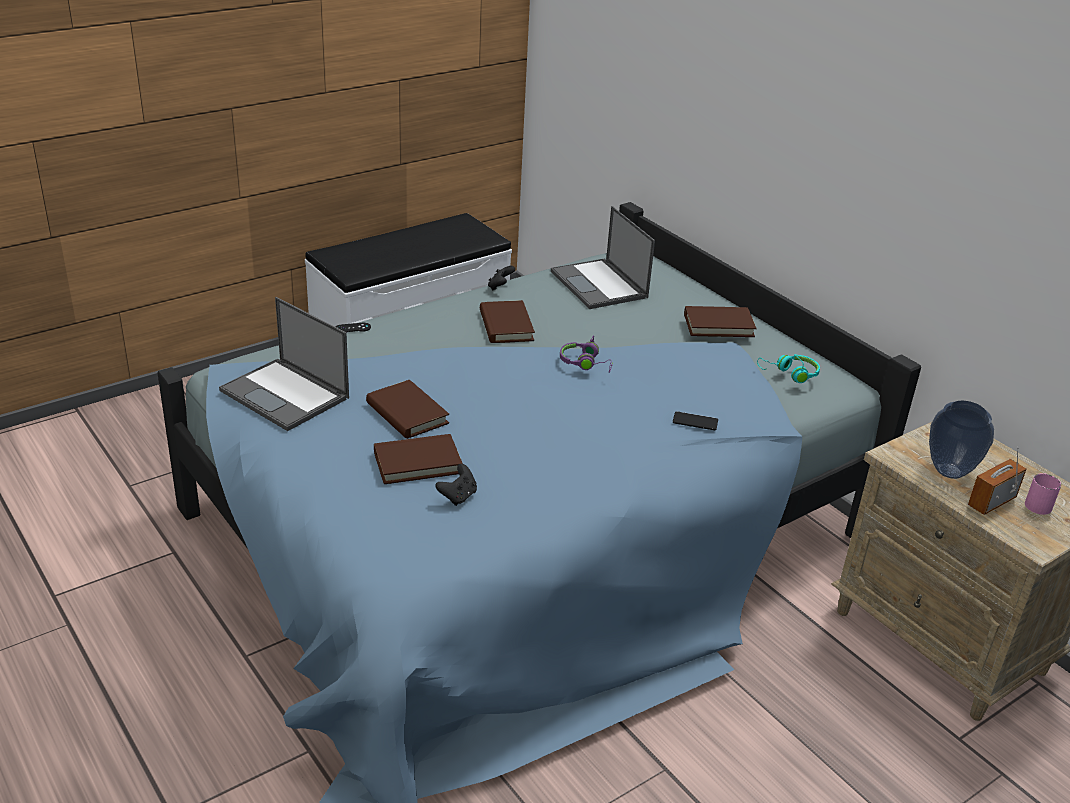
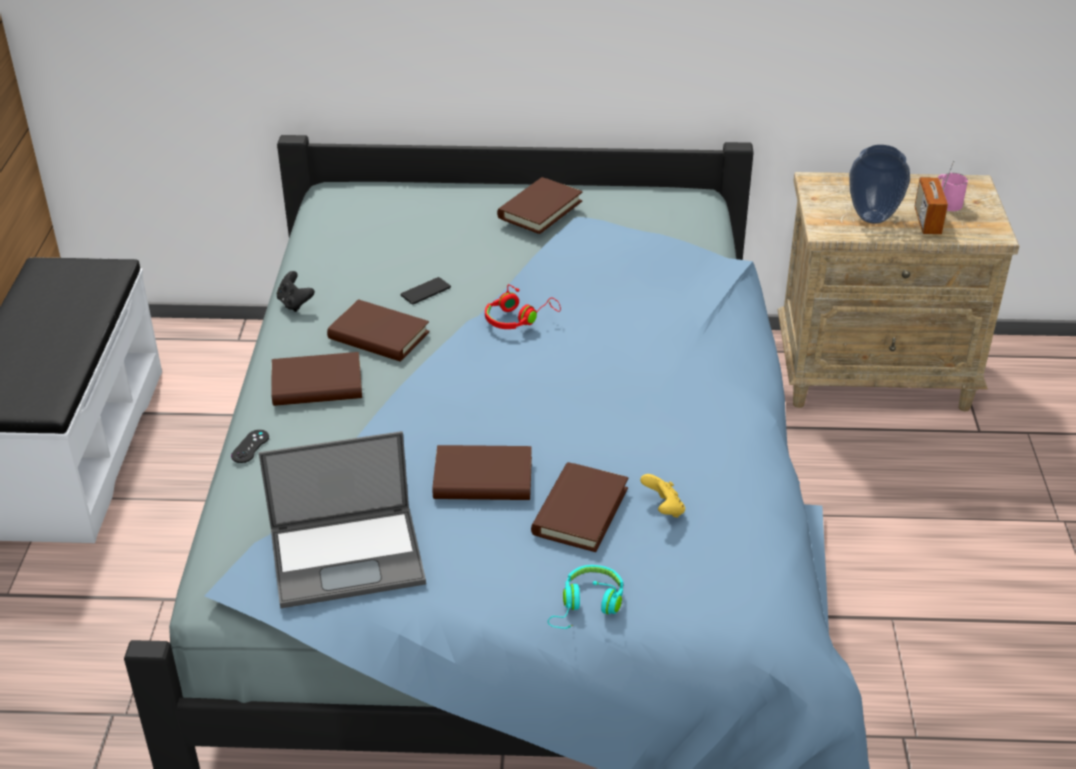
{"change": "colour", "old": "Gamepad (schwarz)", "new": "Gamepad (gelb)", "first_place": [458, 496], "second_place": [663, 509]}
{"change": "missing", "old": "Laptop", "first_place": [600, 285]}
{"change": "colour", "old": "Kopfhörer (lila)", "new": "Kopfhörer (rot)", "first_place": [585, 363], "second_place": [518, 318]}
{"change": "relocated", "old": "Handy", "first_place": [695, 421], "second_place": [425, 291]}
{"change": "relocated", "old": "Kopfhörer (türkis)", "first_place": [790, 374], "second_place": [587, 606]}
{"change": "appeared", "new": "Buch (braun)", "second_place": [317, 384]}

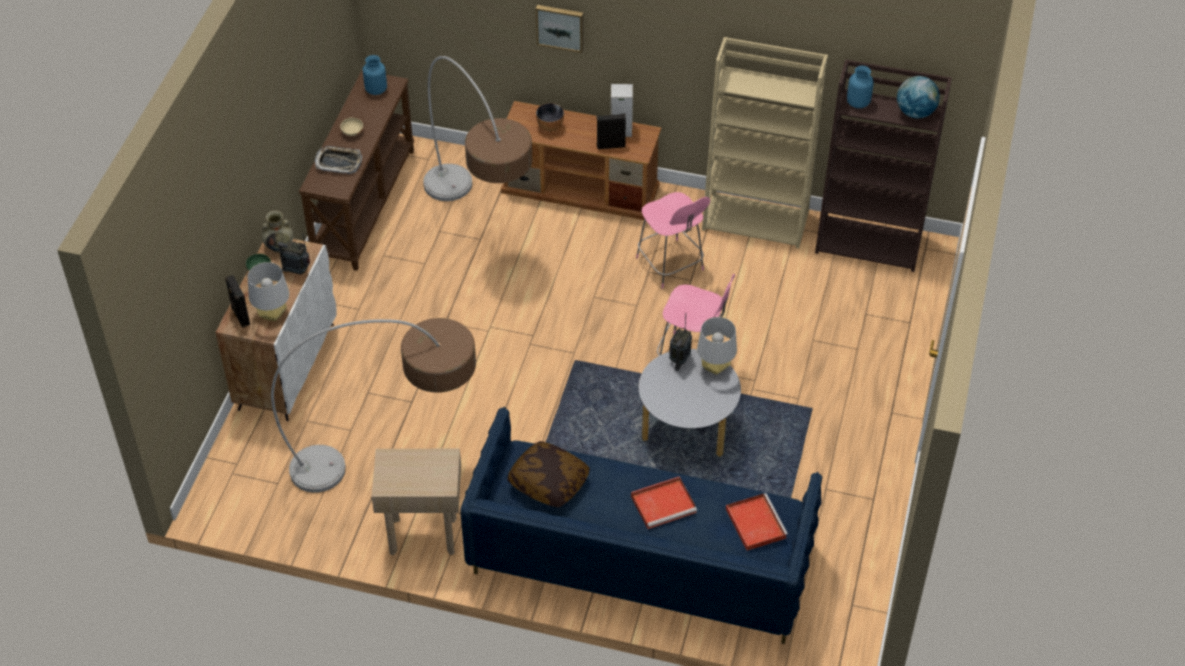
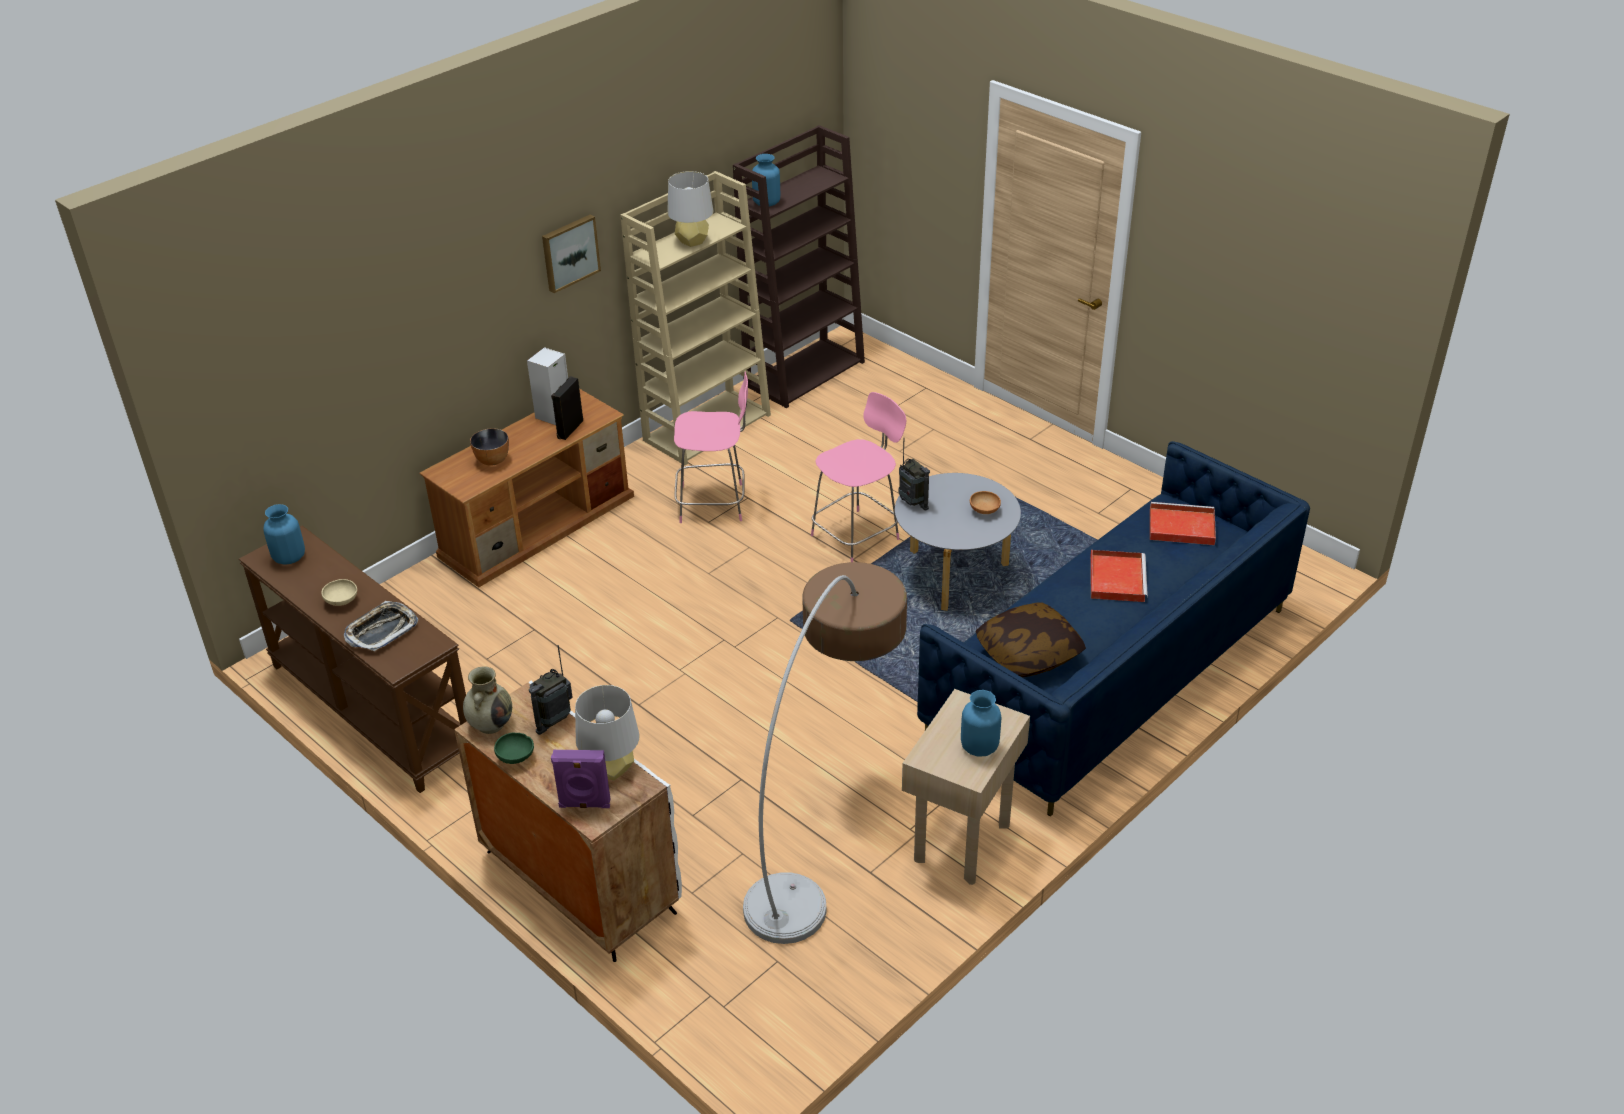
{"change": "colour", "old": "Lautsprecher (schwarz)", "new": "Lautsprecher (lila)", "first_place": [240, 316], "second_place": [584, 804]}
{"change": "missing", "old": "Stehlampe", "first_place": [480, 225]}
{"change": "relocated", "old": "Bild", "first_place": [560, 27], "second_place": [569, 252]}
{"change": "relocated", "old": "Tischlampe (grau)", "first_place": [715, 367], "second_place": [692, 241]}
{"change": "missing", "old": "Globus", "first_place": [915, 112]}
{"change": "appeared", "new": "Vase (blau)", "second_place": [979, 746]}
{"change": "appeared", "new": "Schüssel (braun)", "second_place": [984, 511]}

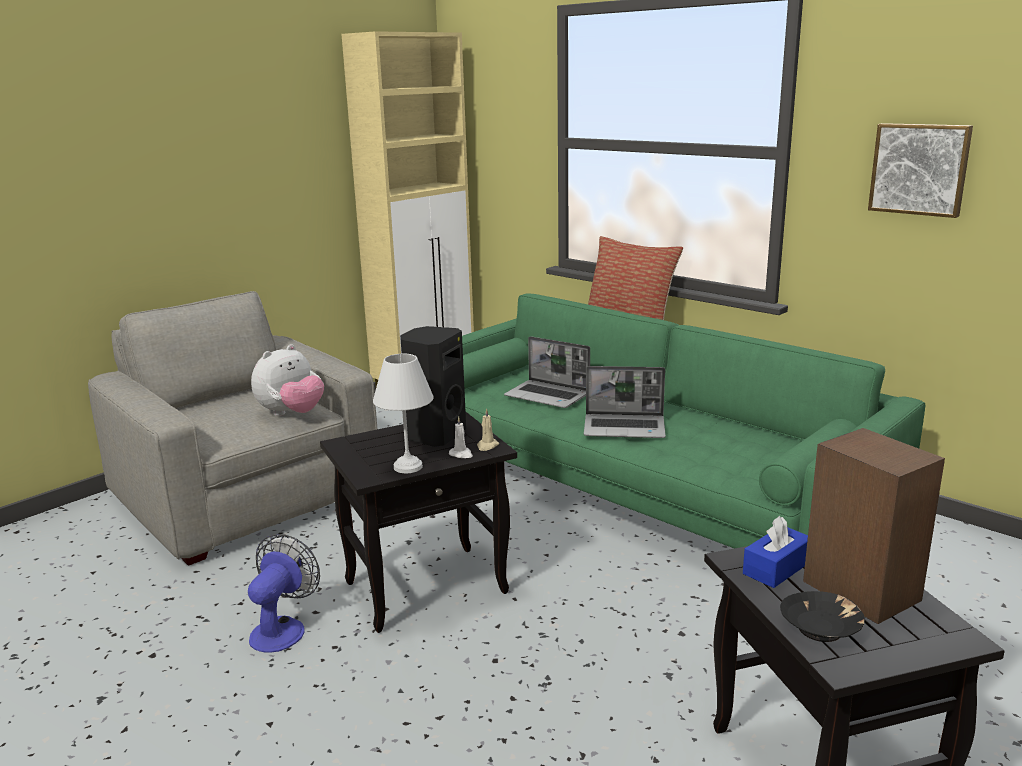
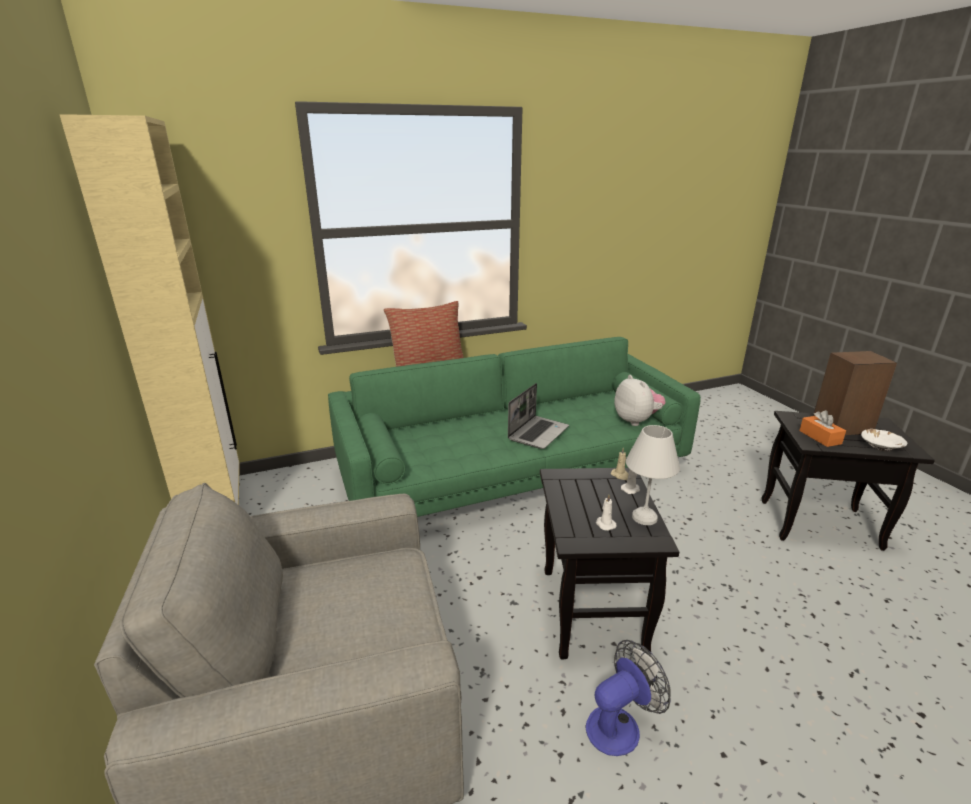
{"change": "spun", "old": "Ventilator", "first_place": [282, 628], "second_place": [620, 724], "degrees": 105}
{"change": "relocated", "old": "Plüschtier", "first_place": [291, 414], "second_place": [636, 421]}
{"change": "missing", "old": "Lautsprecher (schwarz)", "first_place": [434, 435]}
{"change": "missing", "old": "Laptop", "first_place": [548, 396]}
{"change": "colour", "old": "Taschentuchbox (blau)", "new": "Taschentuchbox (orange)", "first_place": [776, 568], "second_place": [820, 437]}
{"change": "colour", "old": "Schüssel (schwarz)", "new": "Schüssel (weiß)", "first_place": [820, 629], "second_place": [881, 446]}
{"change": "missing", "old": "Bild", "first_place": [919, 169]}
{"change": "appeared", "new": "Kerze (weiß)", "second_place": [605, 524]}

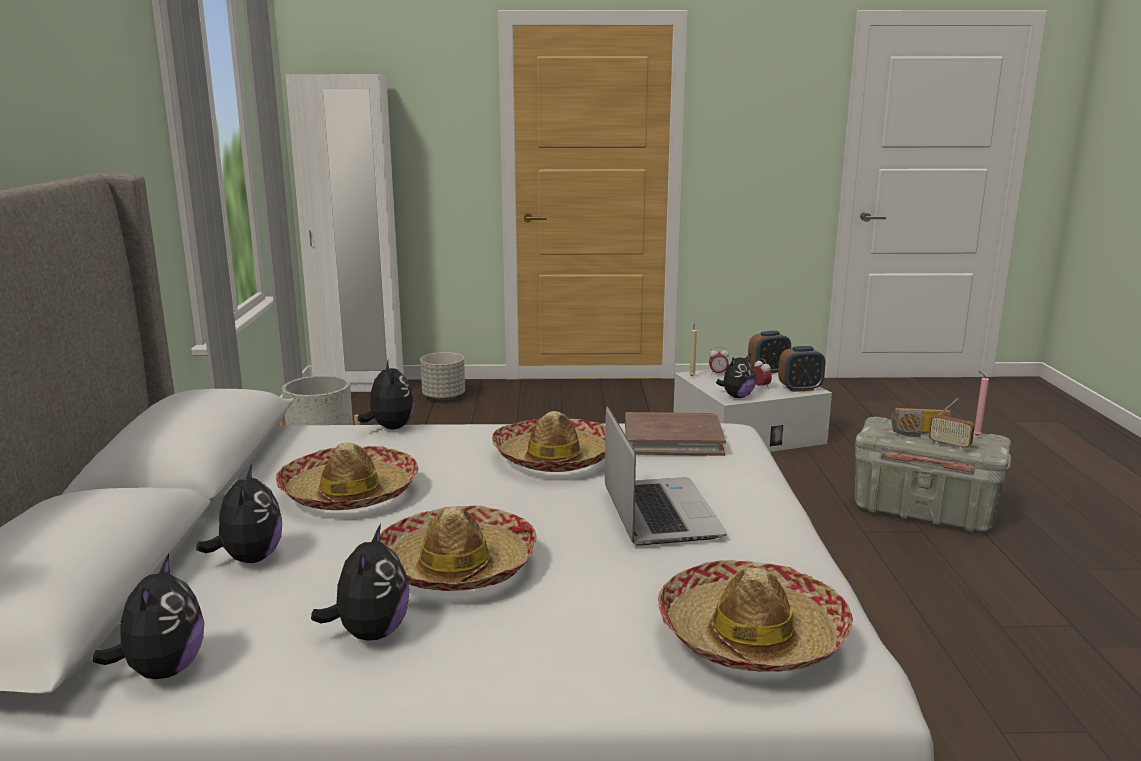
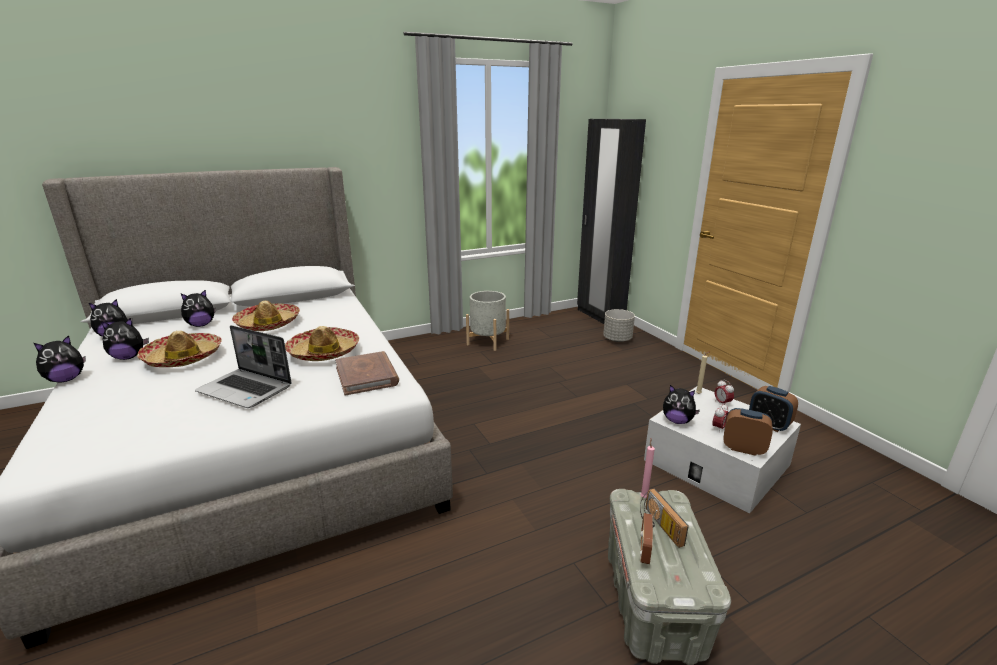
{"change": "colour", "old": "Kleiderschrank (weiß)", "new": "Kleiderschrank (schwarz)", "first_place": [359, 387], "second_place": [600, 316]}
{"change": "relocated", "old": "Plüschtier", "first_place": [389, 428], "second_place": [66, 379]}
{"change": "spun", "old": "Laptop", "first_place": [658, 513], "second_place": [246, 389], "degrees": 60}
{"change": "missing", "old": "Hut", "first_place": [750, 635]}
{"change": "spun", "old": "Wecker", "first_place": [800, 388], "second_place": [743, 448], "degrees": 150}
{"change": "relocated", "old": "Kerze (rosa)", "first_place": [975, 435], "second_place": [644, 497]}

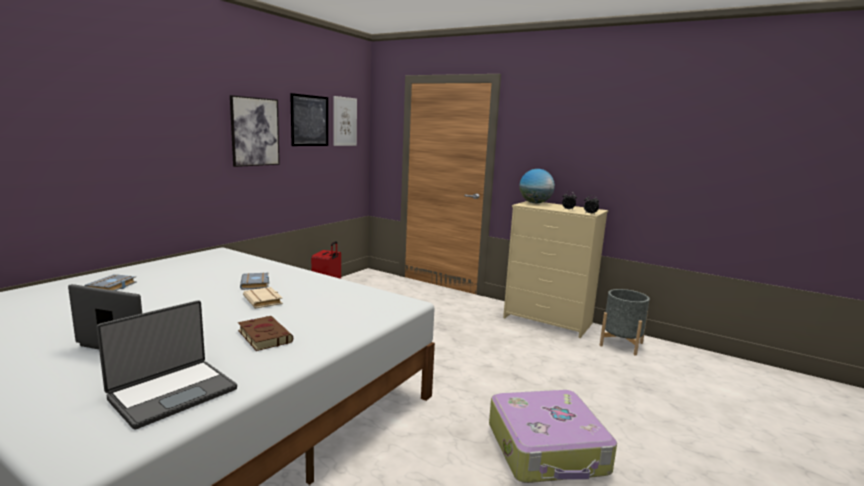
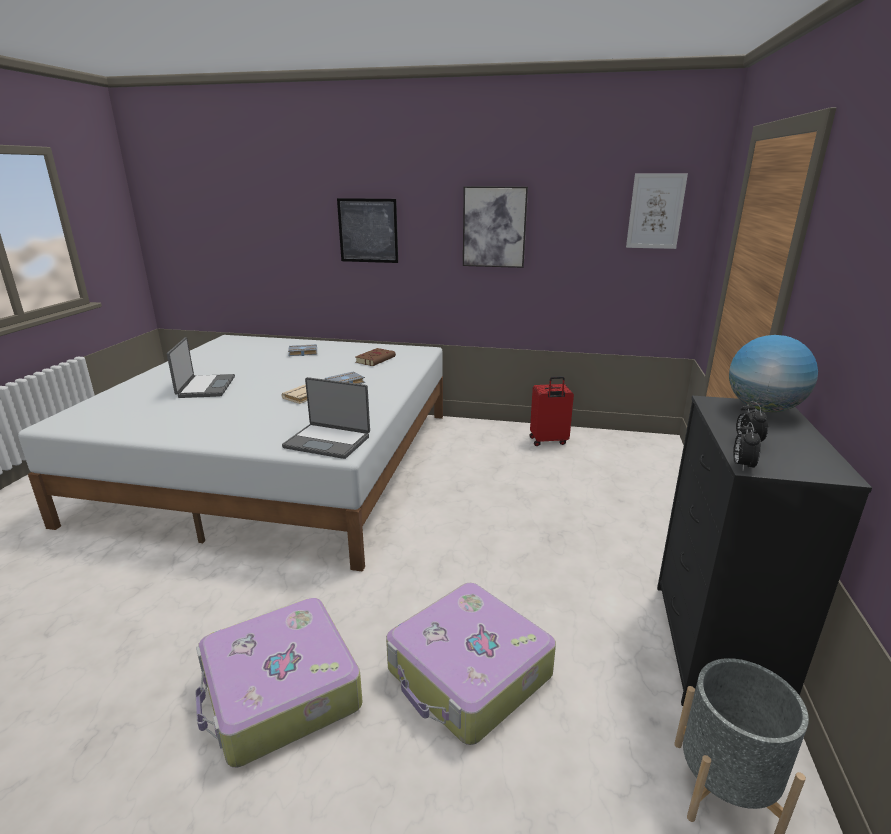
{"change": "relocated", "old": "Laptop", "first_place": [172, 393], "second_place": [328, 441]}
{"change": "relocated", "old": "Buch (braun)", "first_place": [263, 336], "second_place": [376, 359]}
{"change": "relocated", "old": "Bild", "first_place": [309, 120], "second_place": [368, 230]}
{"change": "colour", "old": "Kommode (beige)", "new": "Kommode (schwarz)", "first_place": [548, 321], "second_place": [714, 647]}
{"change": "appeared", "new": "Koffer", "second_place": [469, 674]}

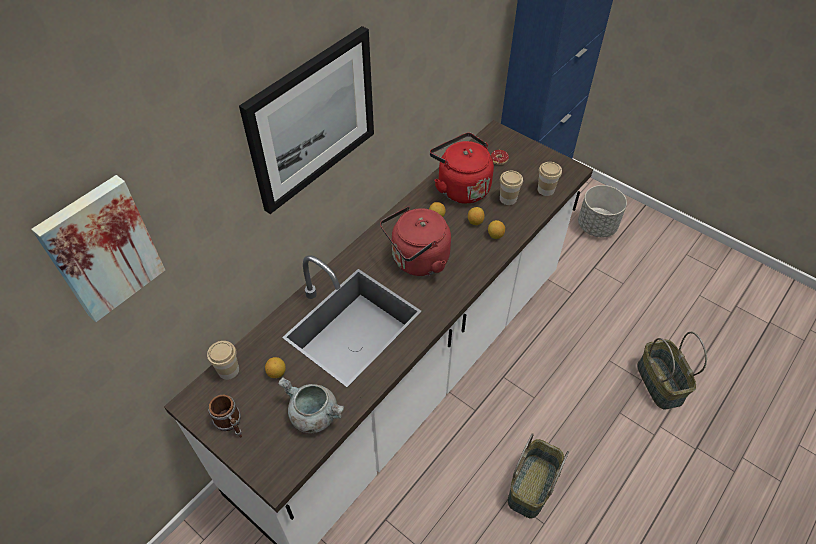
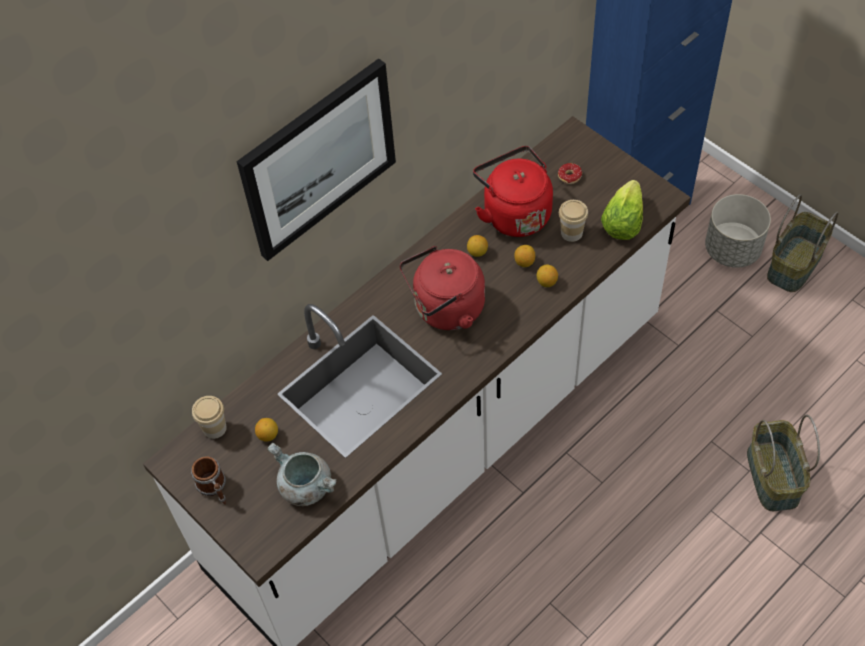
{"change": "missing", "old": "Bild", "first_place": [101, 248]}
{"change": "relocated", "old": "Korb", "first_place": [531, 485], "second_place": [794, 263]}
{"change": "exchanged", "old": "Tasse", "new": "Salatkopf", "first_place": [546, 190], "second_place": [622, 223]}

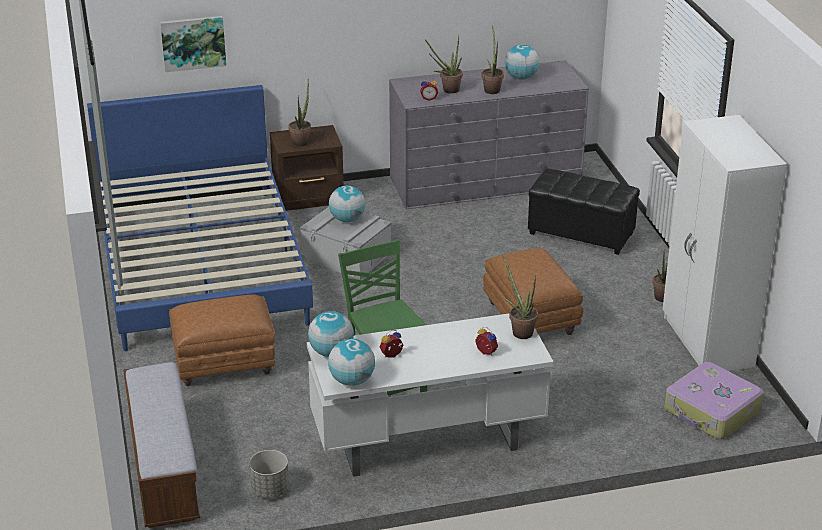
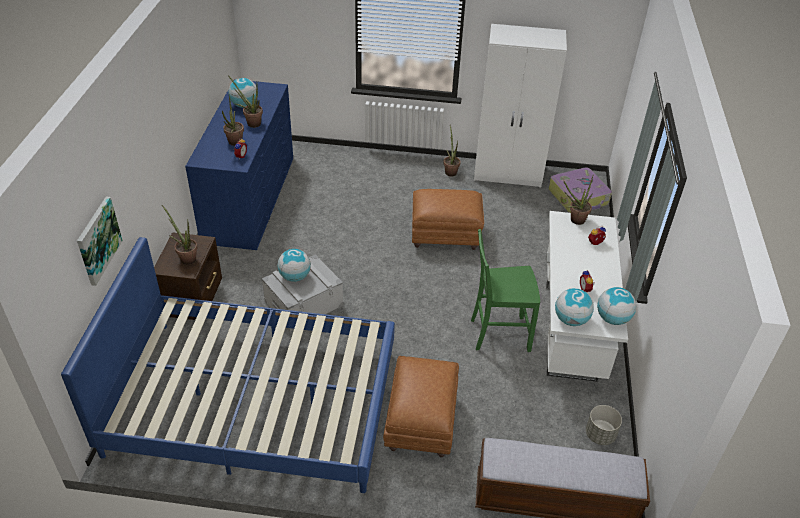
{"change": "colour", "old": "Kommode (grau)", "new": "Kommode (blau)", "first_place": [485, 182], "second_place": [249, 198]}
{"change": "missing", "old": "Polsterhocker (schwarz)", "first_place": [580, 234]}

